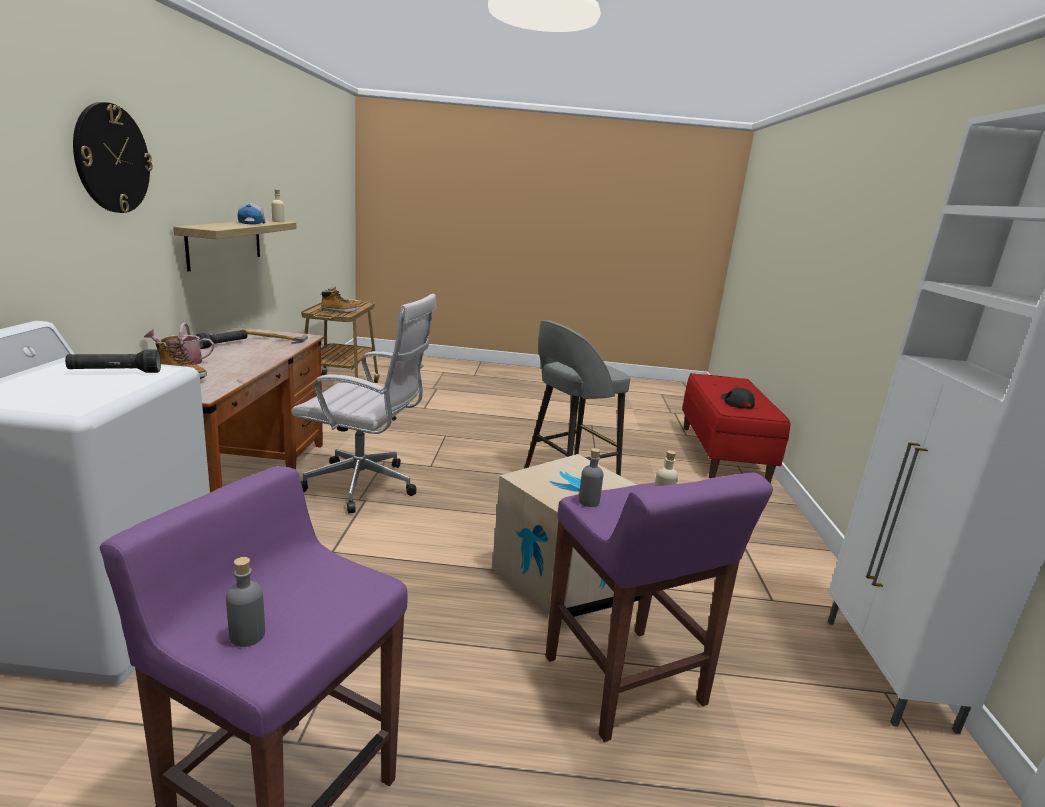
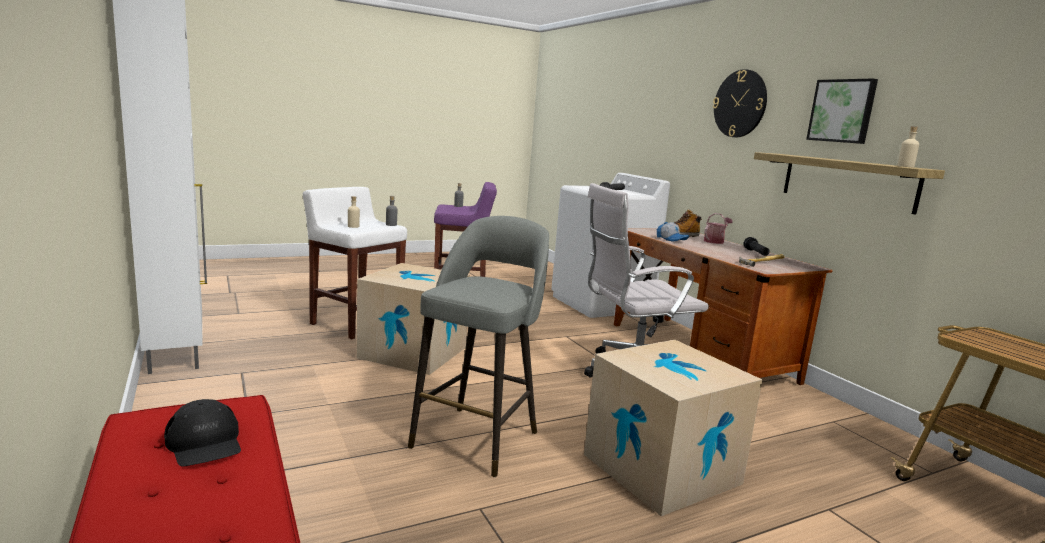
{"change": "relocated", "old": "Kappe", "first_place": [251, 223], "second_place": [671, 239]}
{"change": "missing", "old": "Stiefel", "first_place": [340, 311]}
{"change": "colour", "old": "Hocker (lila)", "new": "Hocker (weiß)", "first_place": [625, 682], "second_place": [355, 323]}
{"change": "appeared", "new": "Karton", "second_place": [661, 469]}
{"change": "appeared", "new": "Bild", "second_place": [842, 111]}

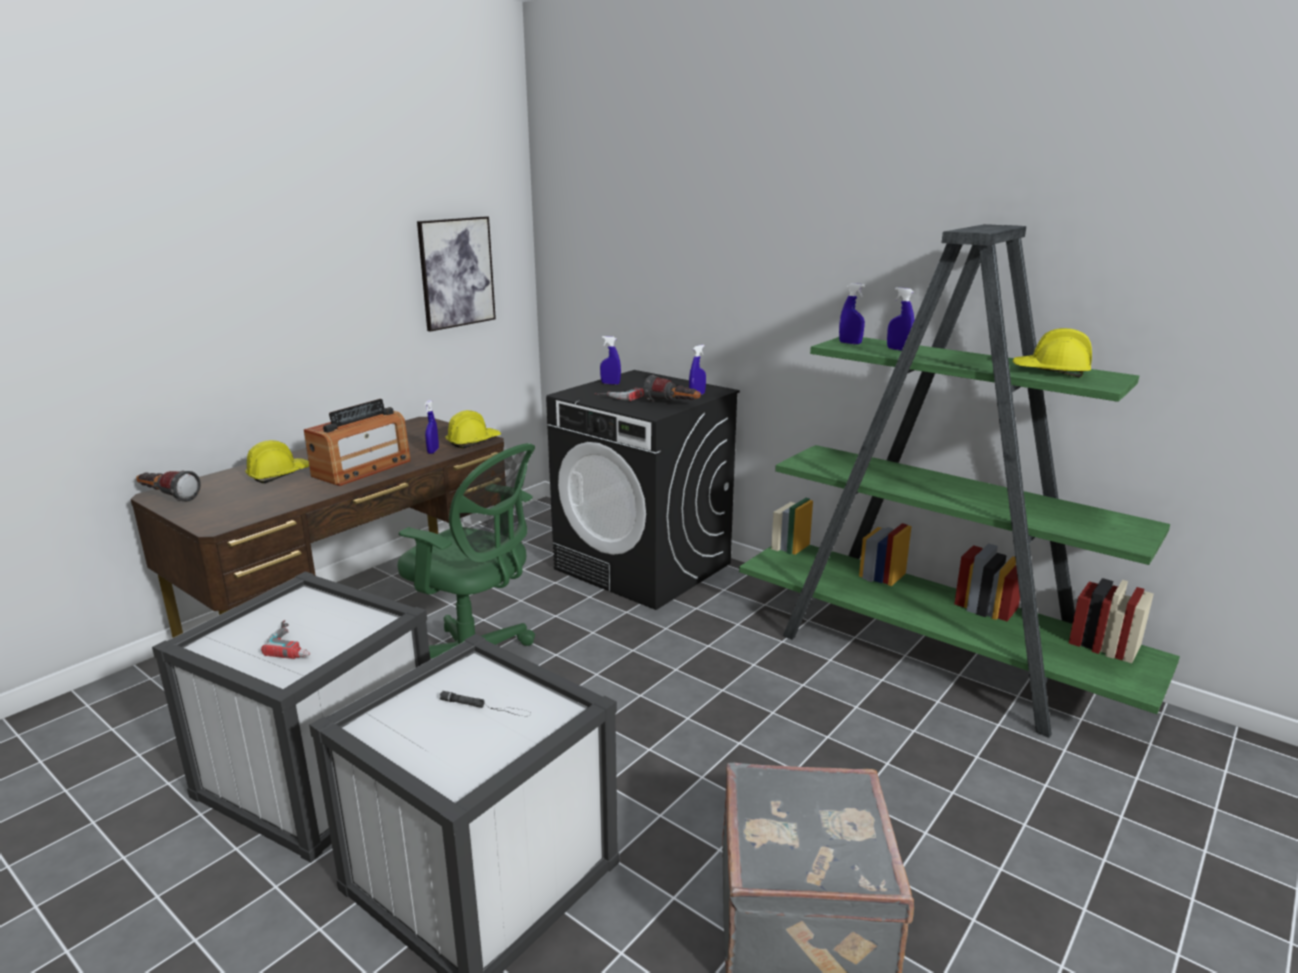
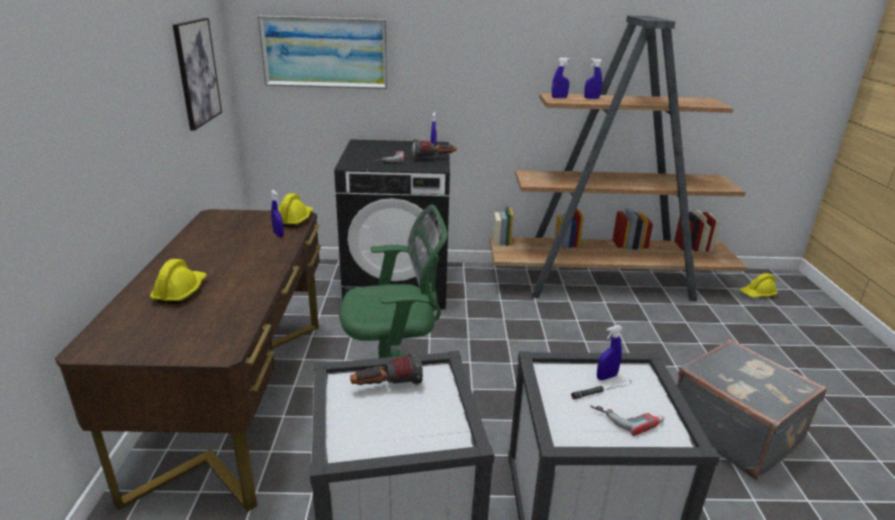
{"change": "relocated", "old": "Taschenlampe", "first_place": [167, 497], "second_place": [387, 386]}
{"change": "relocated", "old": "Bohrmaschine", "first_place": [295, 643], "second_place": [627, 417]}
{"change": "missing", "old": "Radio", "first_place": [362, 468]}
{"change": "relocated", "old": "Sprühflasche (blau)", "first_place": [610, 383], "second_place": [606, 377]}
{"change": "colour", "old": "Bücherregal (grün)", "new": "Bücherregal (braun)", "first_place": [932, 658], "second_place": [608, 282]}
{"change": "relocated", "old": "Schutzhelm (gelb)", "first_place": [1051, 372], "second_place": [757, 294]}
{"change": "appeared", "new": "Bild", "second_place": [325, 52]}

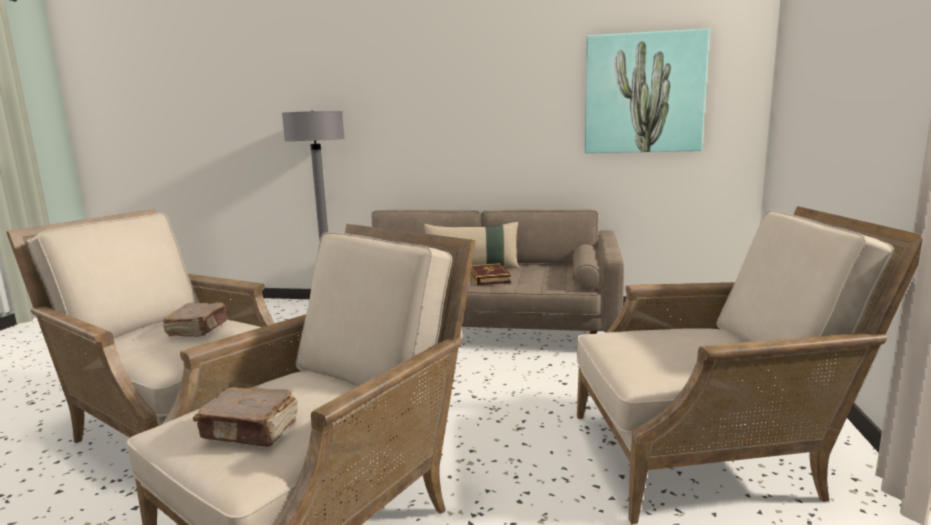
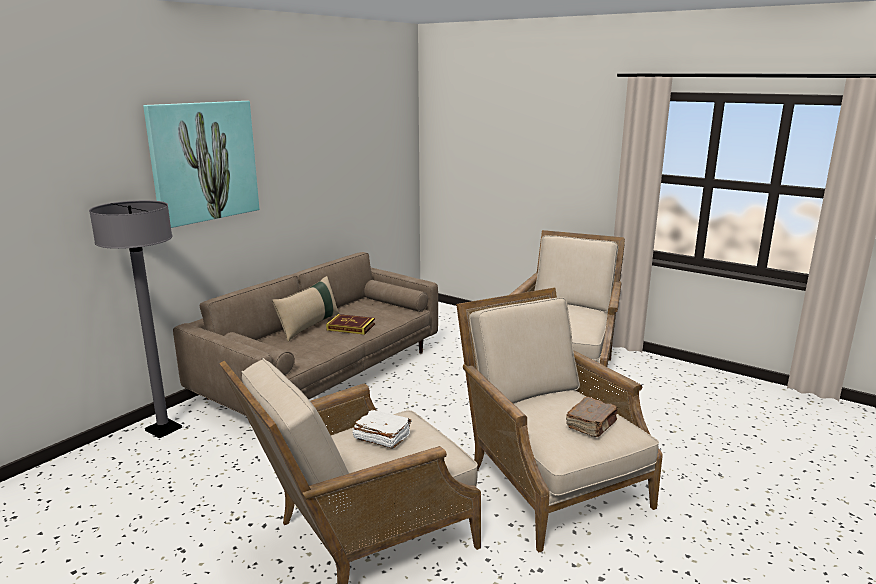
{"change": "colour", "old": "Buch (braun)", "new": "Buch (weiß)", "first_place": [198, 329], "second_place": [381, 437]}
{"change": "relocated", "old": "Bild", "first_place": [643, 93], "second_place": [203, 162]}

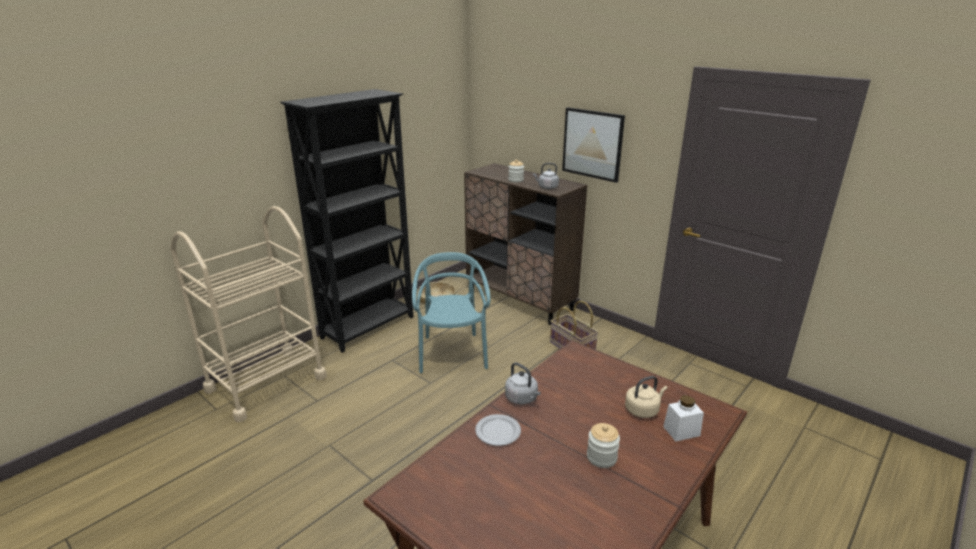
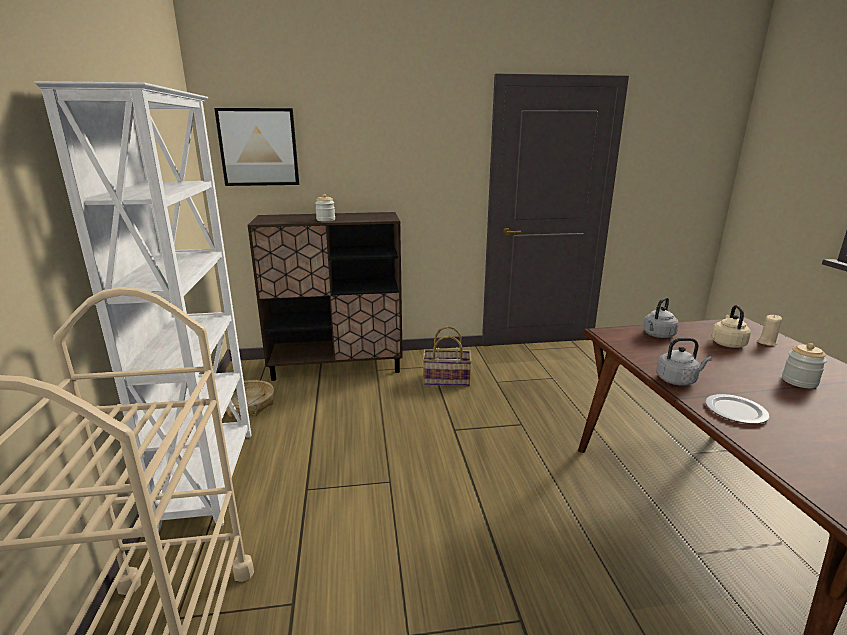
{"change": "colour", "old": "Bücherregal (schwarz)", "new": "Bücherregal (weiß)", "first_place": [369, 327], "second_place": [211, 476]}
{"change": "missing", "old": "Stuhl (türkis)", "first_place": [452, 353]}
{"change": "relocated", "old": "Wasserkessel (grau)", "first_place": [547, 187], "second_place": [657, 335]}
{"change": "relocated", "old": "Bild", "first_place": [592, 144], "second_place": [258, 147]}
{"change": "exchanged", "old": "Vorratsglas (weiß)", "new": "Kerze (beige)", "first_place": [681, 431], "second_place": [766, 342]}

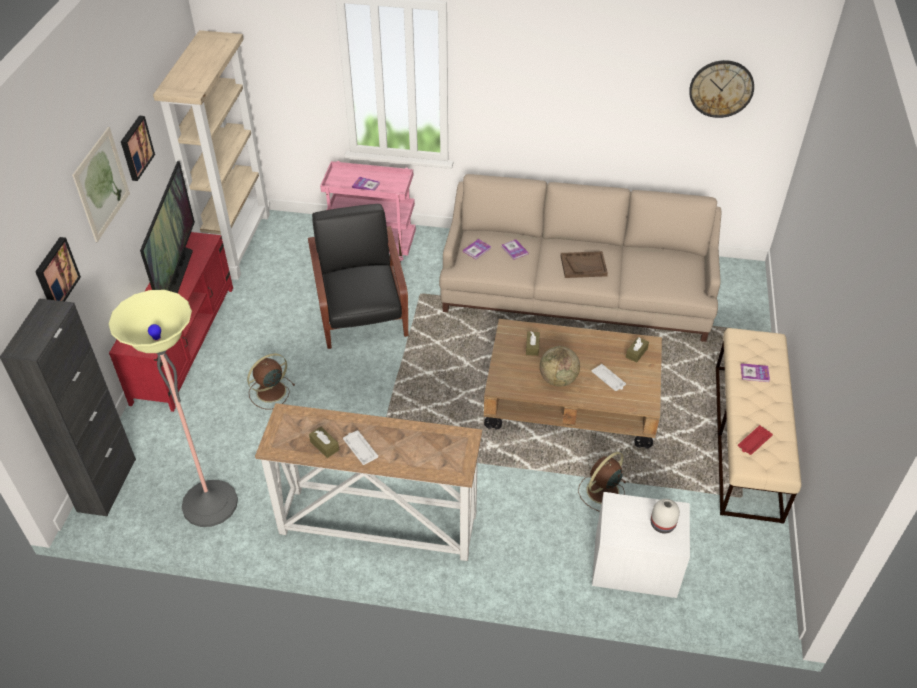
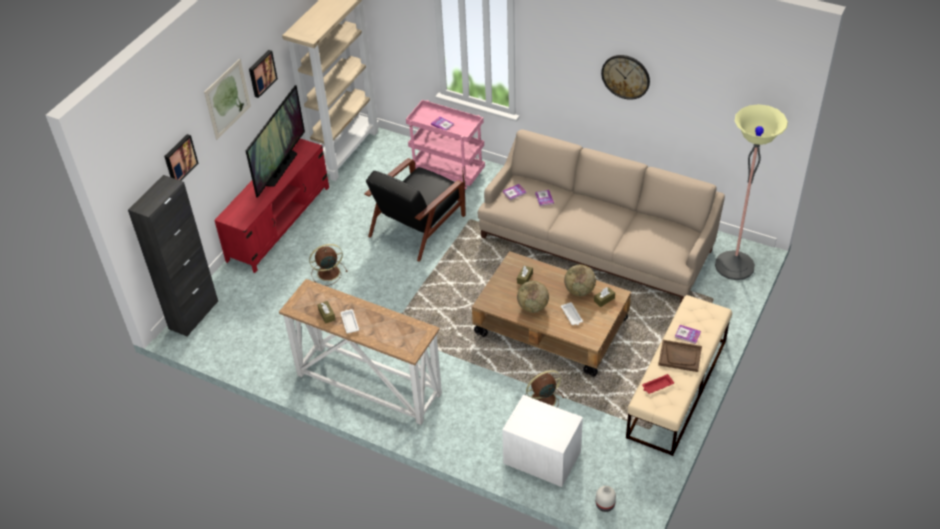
{"change": "relocated", "old": "Stehlampe", "first_place": [210, 504], "second_place": [734, 266]}
{"change": "spun", "old": "Sessel (schwarz)", "first_place": [361, 311], "second_place": [418, 224], "degrees": -150}
{"change": "relocated", "old": "Tablett (braun)", "first_place": [583, 266], "second_place": [680, 356]}
{"change": "relocated", "old": "Vase (weiß)", "first_place": [661, 524], "second_place": [604, 504]}
{"change": "relocated", "old": "Wanduhr", "first_place": [721, 88], "second_place": [625, 76]}
{"change": "appeared", "new": "Globus", "second_place": [579, 291]}

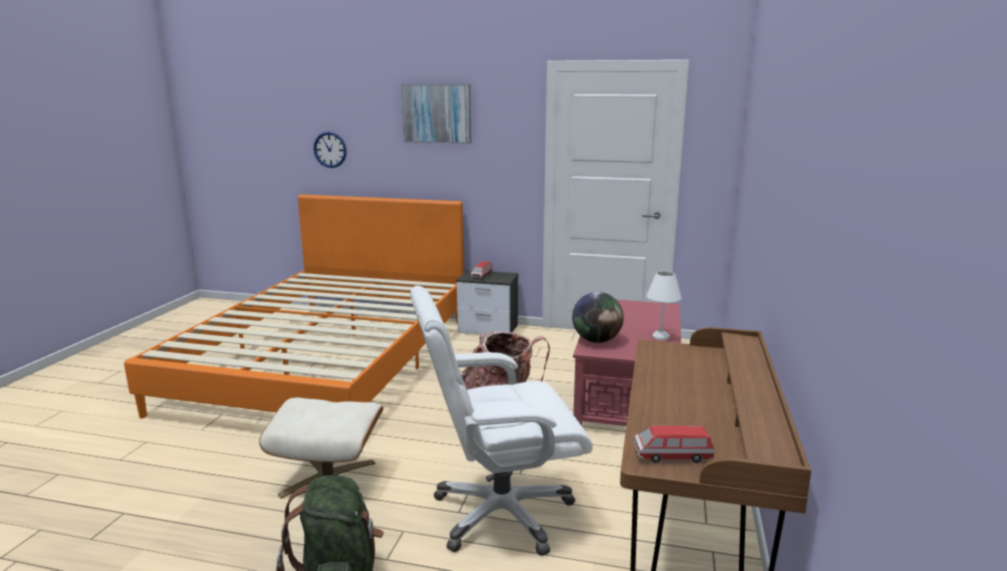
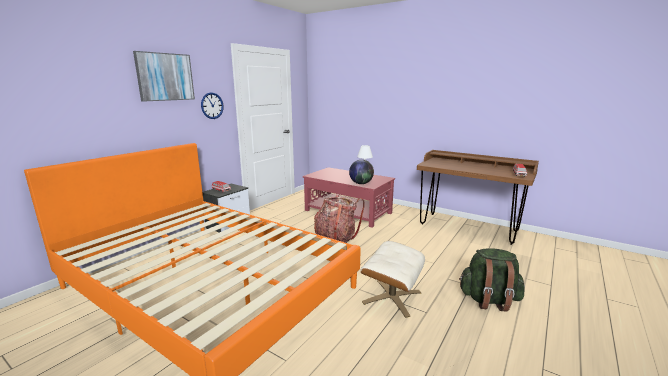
{"change": "relocated", "old": "Wanduhr", "first_place": [330, 149], "second_place": [212, 105]}
{"change": "missing", "old": "Bürostuhl (weiß)", "first_place": [500, 514]}

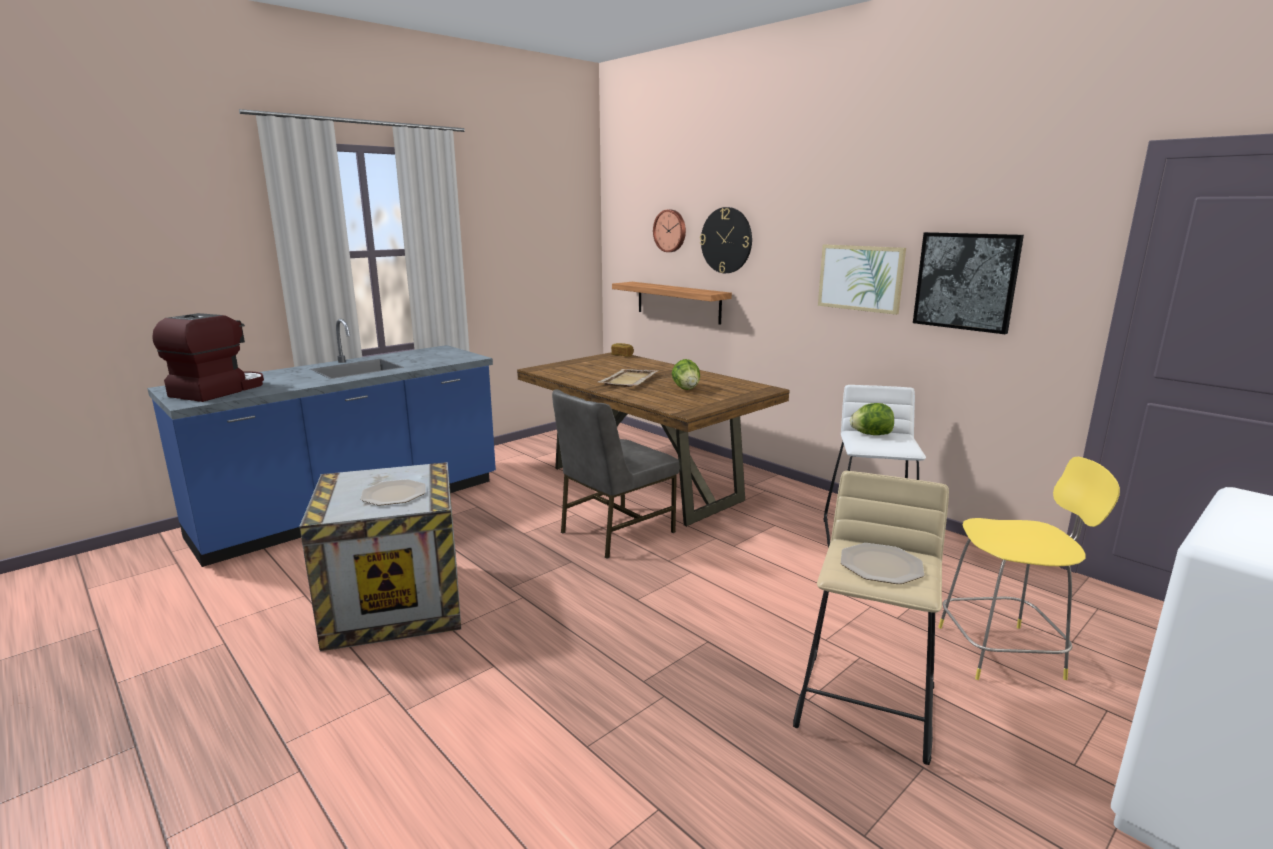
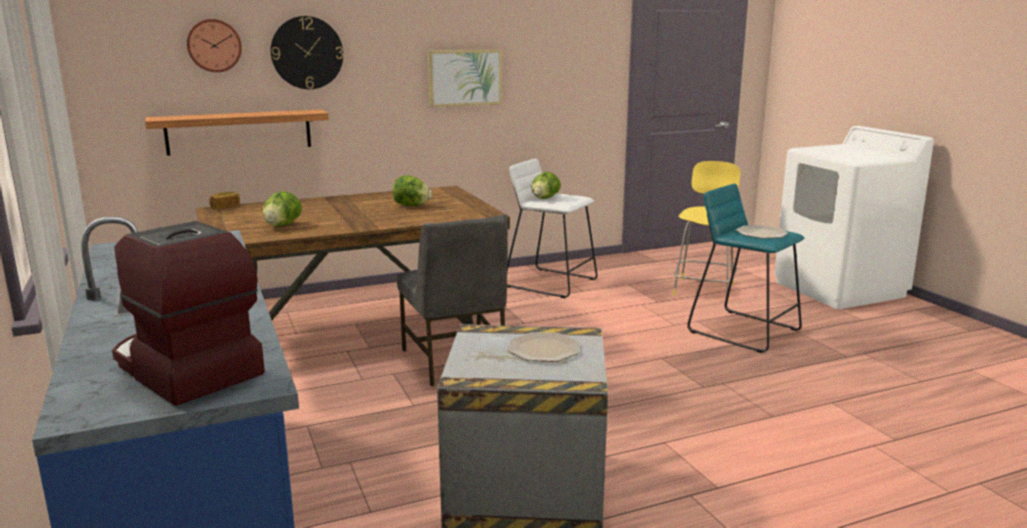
{"change": "missing", "old": "Tablett (beige)", "first_place": [628, 380]}
{"change": "colour", "old": "Hocker (beige)", "new": "Hocker (türkis)", "first_place": [866, 704], "second_place": [744, 330]}
{"change": "missing", "old": "Bild", "first_place": [966, 281]}
{"change": "appeared", "new": "Salatkopf", "second_place": [282, 225]}

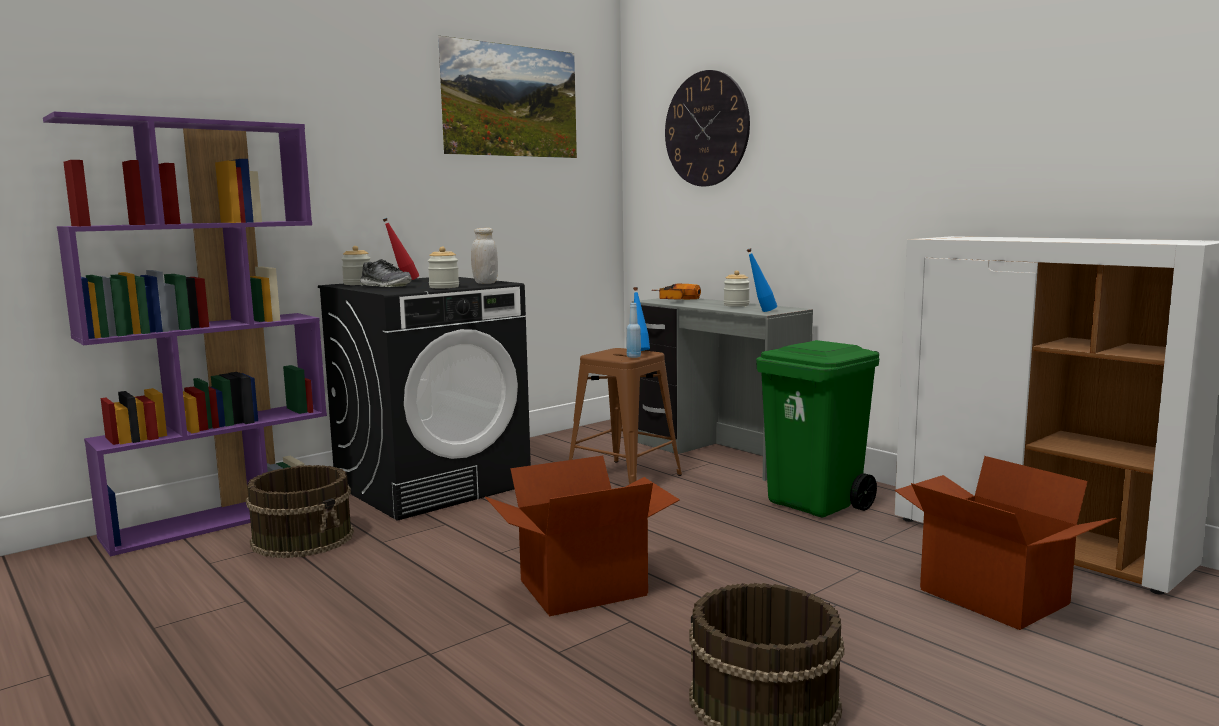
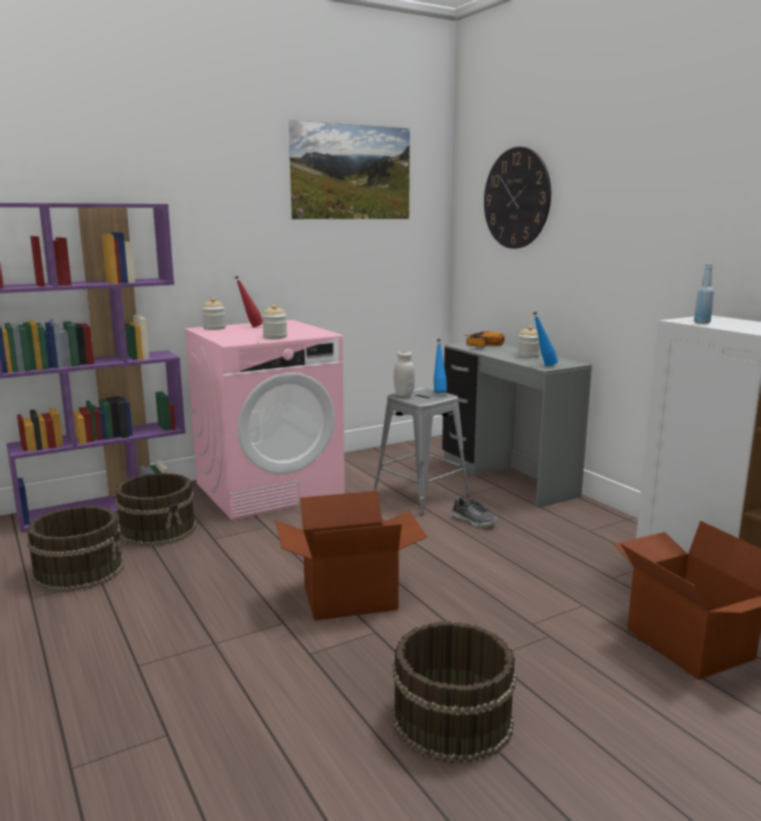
{"change": "colour", "old": "Waschmaschine (schwarz)", "new": "Waschmaschine (rosa)", "first_place": [433, 485], "second_place": [269, 489]}
{"change": "relocated", "old": "Schuh", "first_place": [385, 286], "second_place": [474, 521]}
{"change": "relocated", "old": "Vorratsglas (weiß)", "first_place": [485, 283], "second_place": [404, 395]}
{"change": "colour", "old": "Hocker (braun)", "new": "Hocker (grau)", "first_place": [624, 478], "second_place": [421, 496]}
{"change": "relocated", "old": "Flasche (blau)", "first_place": [634, 356], "second_place": [702, 323]}
{"change": "missing", "old": "Mülleimer (grün)", "first_place": [815, 504]}
{"change": "appeared", "new": "Eimer (braun)", "second_place": [80, 570]}

